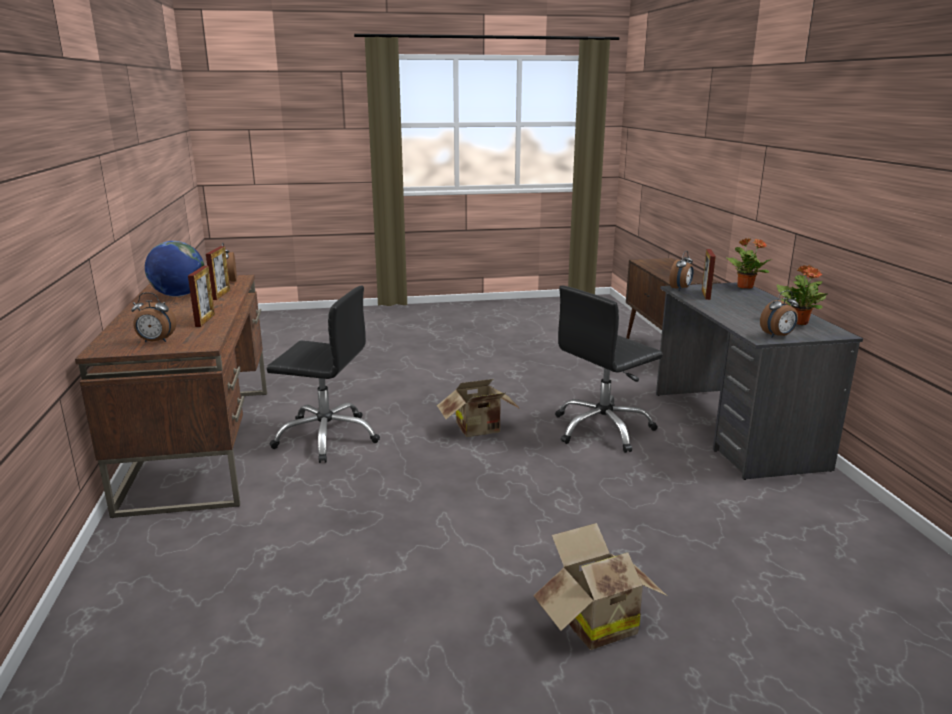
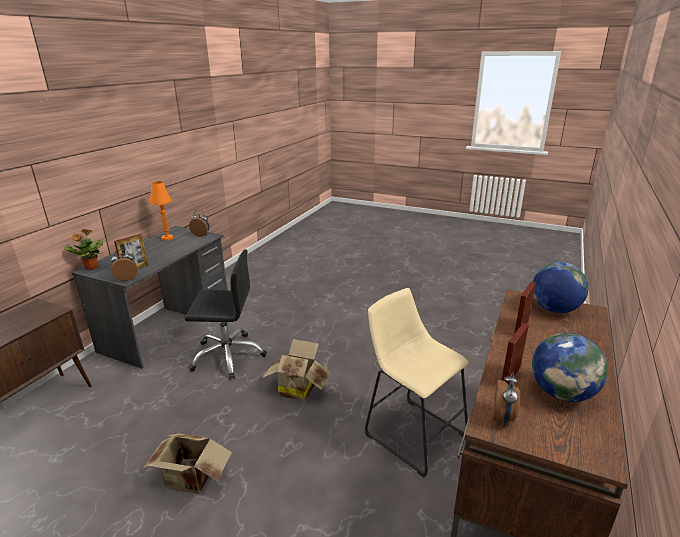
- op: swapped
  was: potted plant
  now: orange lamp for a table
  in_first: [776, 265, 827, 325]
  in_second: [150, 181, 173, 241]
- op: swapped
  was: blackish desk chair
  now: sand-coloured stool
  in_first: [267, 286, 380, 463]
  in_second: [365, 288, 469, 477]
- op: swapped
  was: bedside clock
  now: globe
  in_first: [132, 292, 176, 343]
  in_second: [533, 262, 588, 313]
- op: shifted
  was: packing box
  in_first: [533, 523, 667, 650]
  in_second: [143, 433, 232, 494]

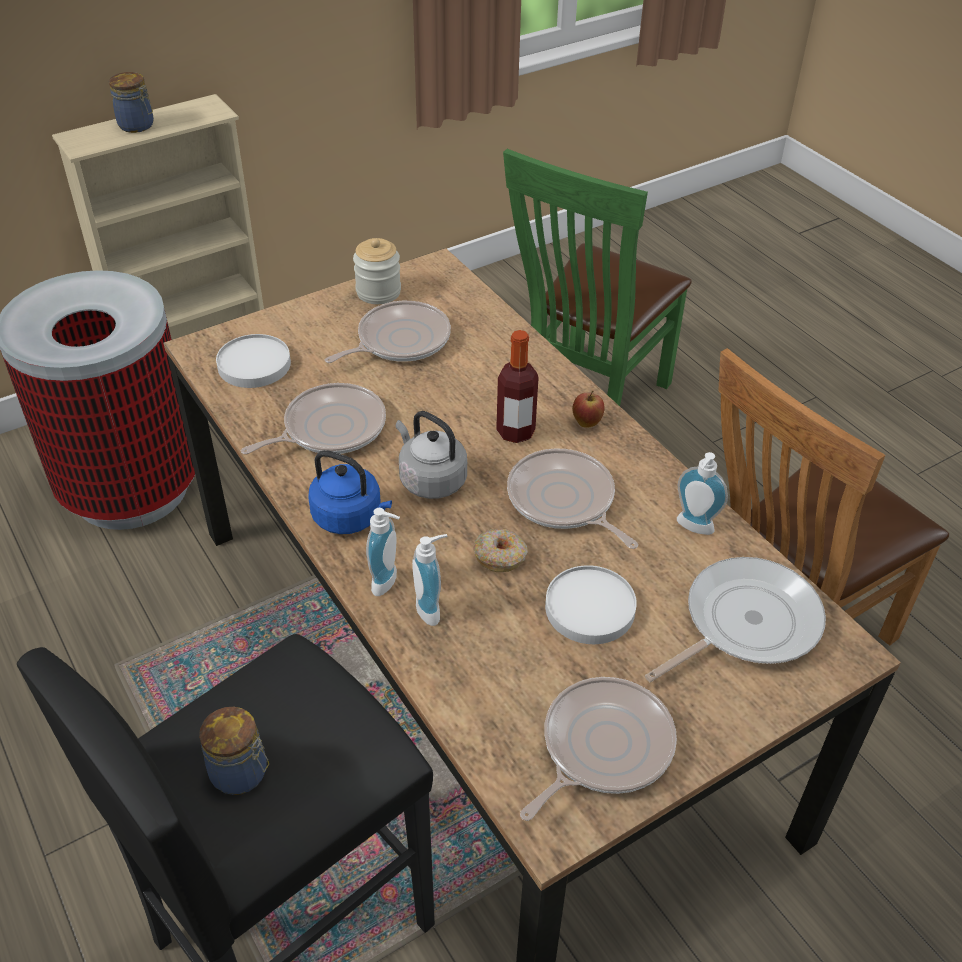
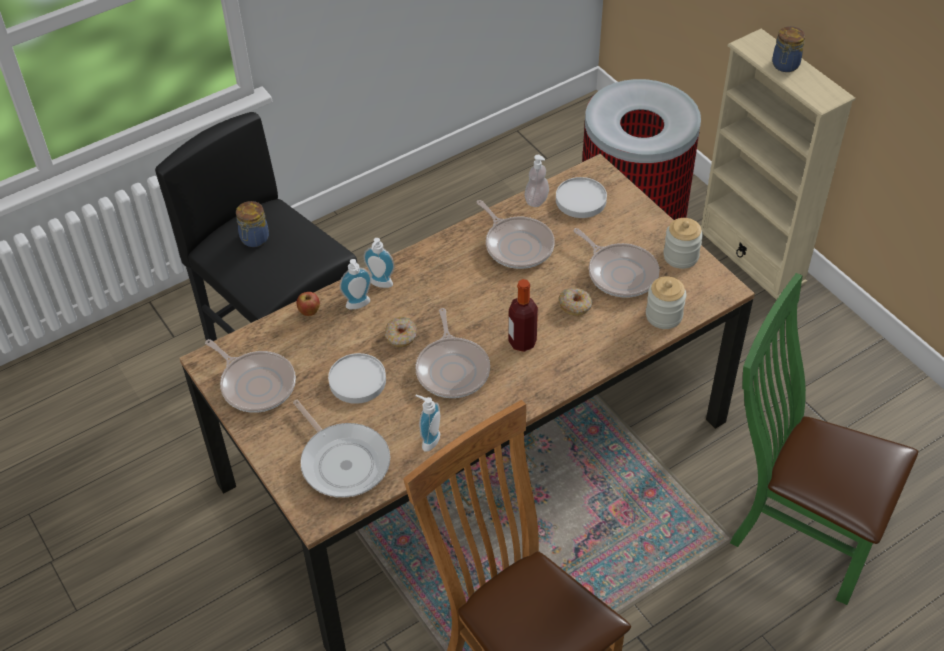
- op: shifted
  was: apple fruit
  in_first: [572, 391, 605, 428]
  in_second: [297, 292, 320, 316]
- op: gone
  was: gray tea kettle
  in_first: [396, 411, 467, 499]
- op: rotated
  was: pan
  in_first: [507, 448, 638, 549]
  in_second: [416, 308, 490, 398]
  clockwise: 120
- op: gone
  was: bluish tea kettle
  in_first: [308, 450, 392, 534]
- op: new
  now: soap dispenser
  in_second: [524, 155, 549, 207]
- op: new
  now: jar
  in_second: [646, 276, 686, 329]
- op: new
  now: doughnut
  in_second: [558, 288, 593, 316]

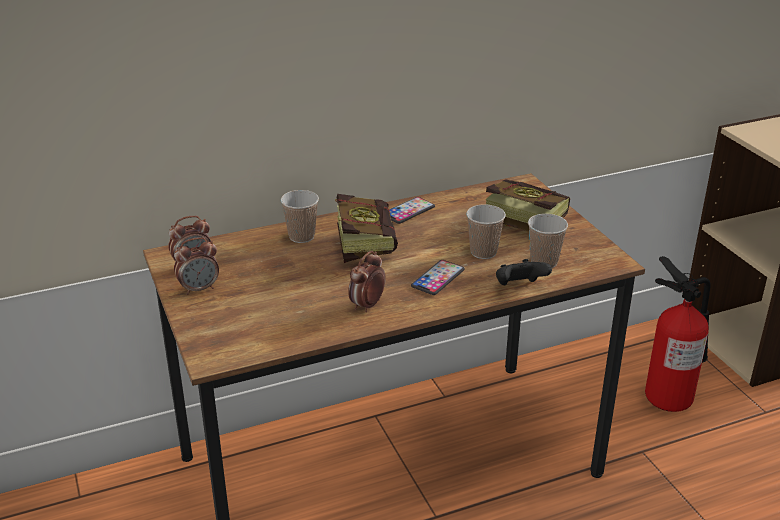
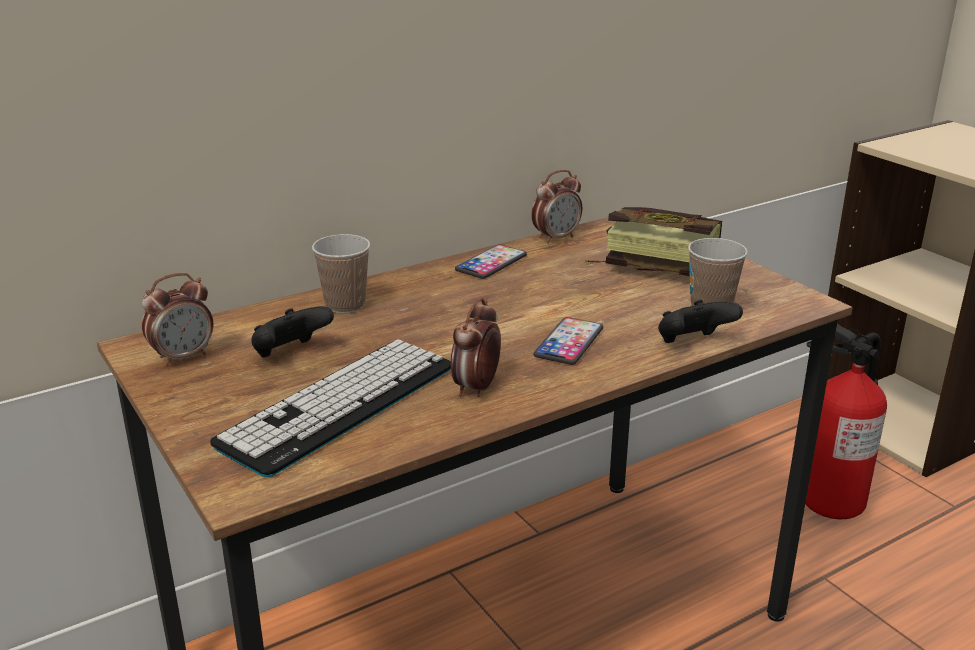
- op: gone
  was: book
  in_first: [335, 194, 398, 263]
- op: gone
  was: small cup
  in_first: [466, 204, 506, 259]
- op: shifted
  was: bedside clock
  in_first: [174, 237, 219, 295]
  in_second: [531, 170, 582, 244]
- op: new
  now: blackish joypad
  in_second: [252, 306, 334, 357]
- op: new
  now: PC keyboard
  in_second: [210, 339, 451, 477]

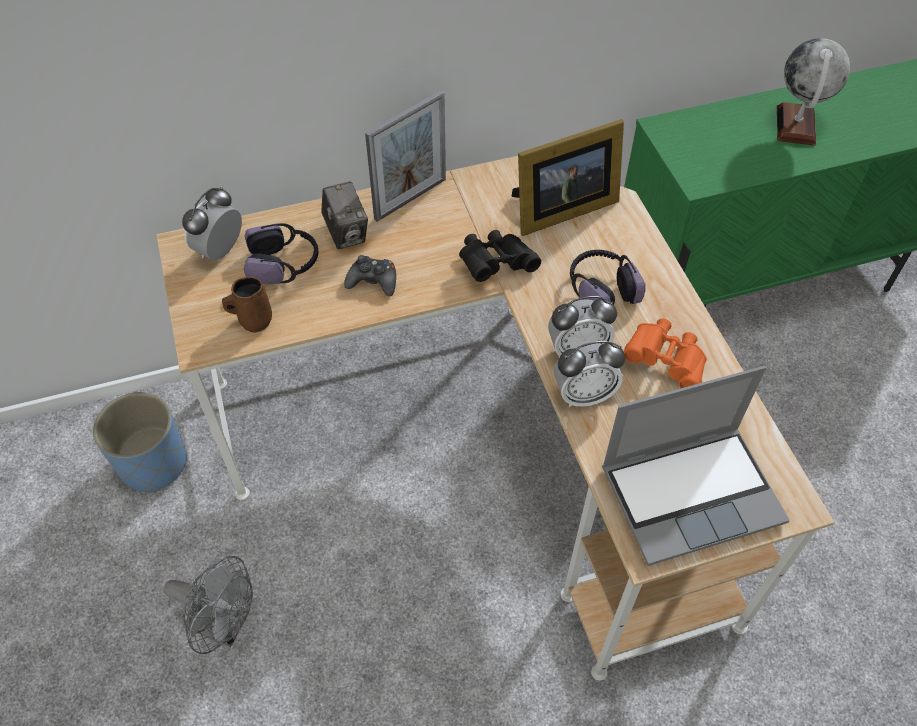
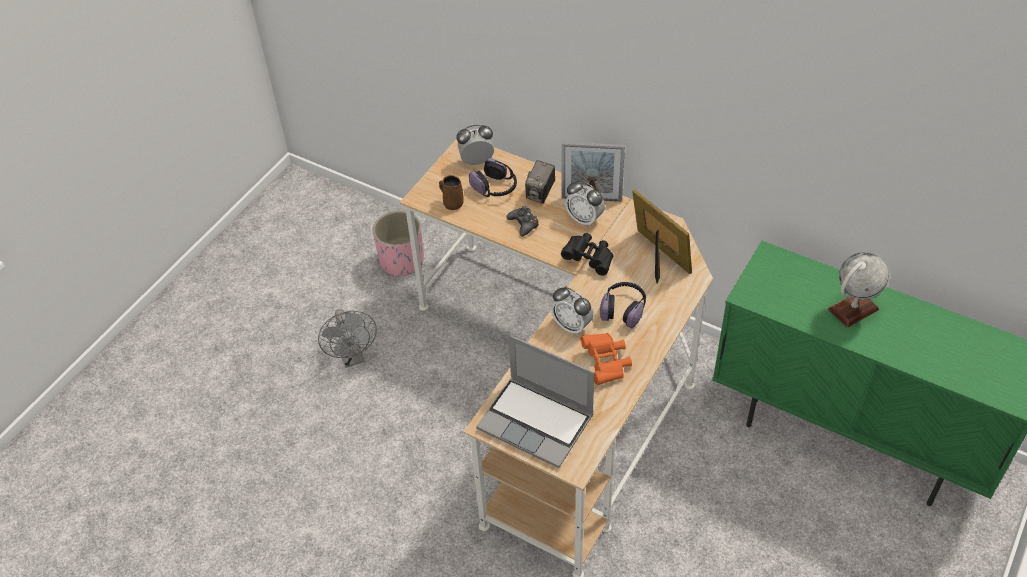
- op: rotated
  was: photo frame
  in_first: [512, 119, 624, 236]
  in_second: [632, 190, 692, 284]
  clockwise: -150
- op: shifted
  was: bedside clock
  in_first: [554, 341, 625, 407]
  in_second: [565, 180, 605, 227]
- op: repainted
  was: bluish flower pot
  now: pink-coloured flower pot
  in_first: [93, 392, 187, 493]
  in_second: [373, 211, 424, 276]

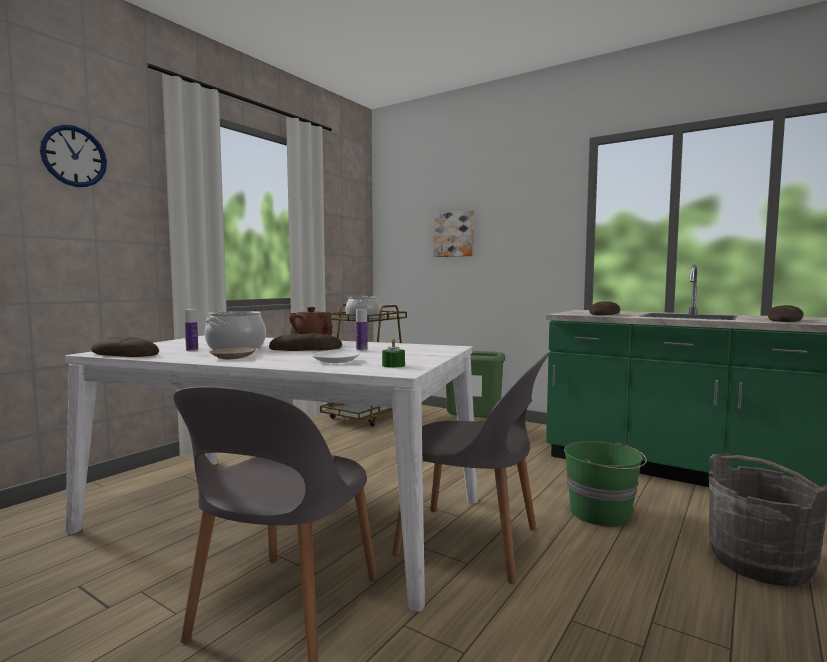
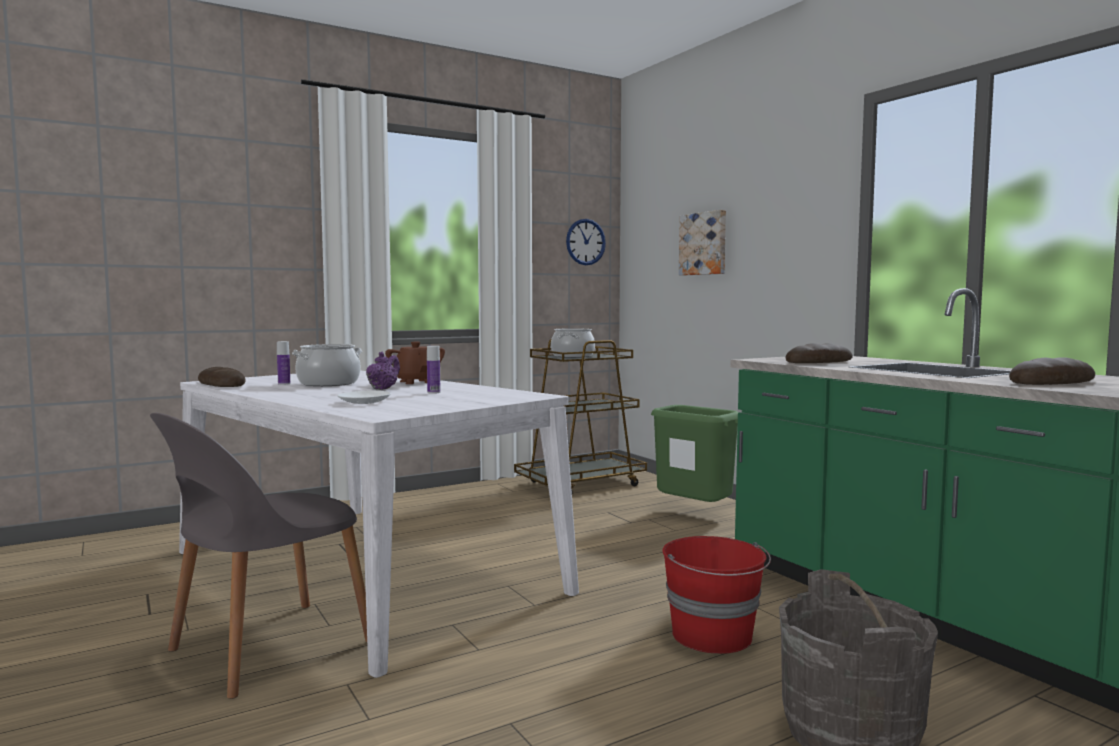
- op: shifted
  was: wall clock
  in_first: [40, 125, 107, 187]
  in_second: [566, 219, 606, 265]
- op: swapped
  was: bread
  now: purple tea pot
  in_first: [269, 333, 342, 351]
  in_second: [366, 352, 400, 390]
- op: gone
  was: green wax light
  in_first: [382, 338, 405, 368]
- op: gone
  was: sand-coloured dinner plate
  in_first: [209, 348, 256, 360]
- op: gone
  was: gray chair
  in_first: [392, 353, 550, 584]
- op: repainted
  was: green bucket
  now: red bucket
  in_first: [564, 441, 647, 527]
  in_second: [662, 536, 771, 654]

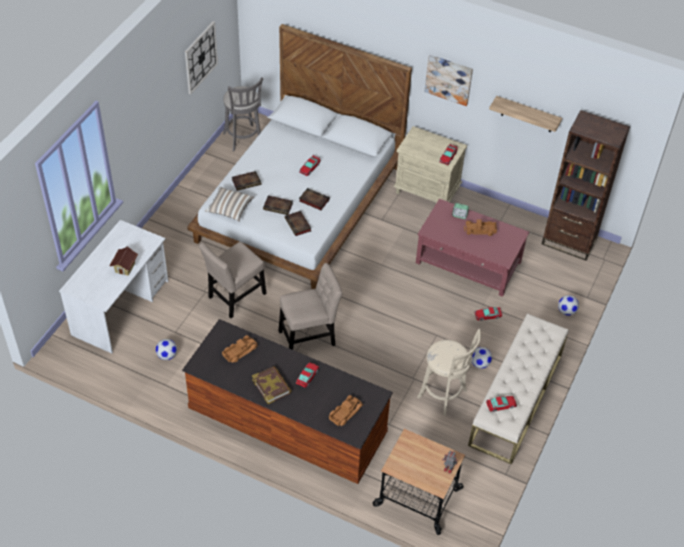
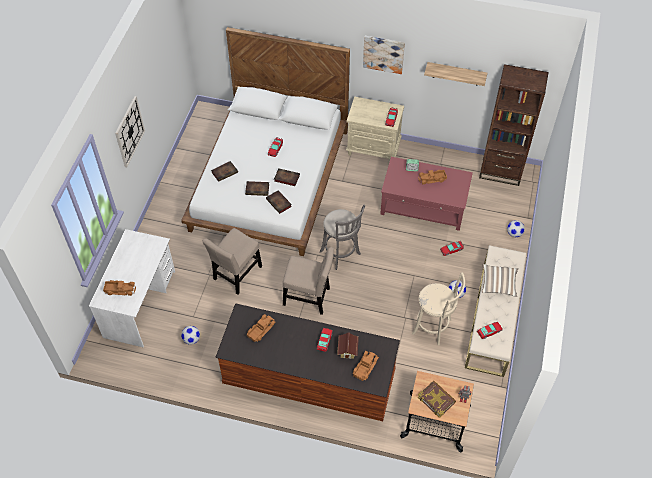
- op: shifted
  was: wall clock
  in_first: [185, 21, 218, 94]
  in_second: [115, 96, 145, 167]
- op: shifted
  was: gray stool
  in_first: [223, 77, 263, 151]
  in_second: [320, 205, 365, 270]
- op: shifted
  was: pillow
  in_first: [205, 187, 254, 222]
  in_second: [482, 264, 518, 297]
- op: shifted
  was: miniature house
  in_first: [109, 247, 138, 276]
  in_second: [337, 333, 359, 359]
- op: rotated
  was: sand-coloured chair
  in_first: [279, 263, 343, 350]
  in_second: [283, 247, 334, 315]
  clockwise: 45
- op: shifted
  was: book
  in_first: [252, 366, 291, 404]
  in_second: [418, 381, 456, 418]
- op: new
  now: toy lorry
  in_second: [103, 280, 136, 296]

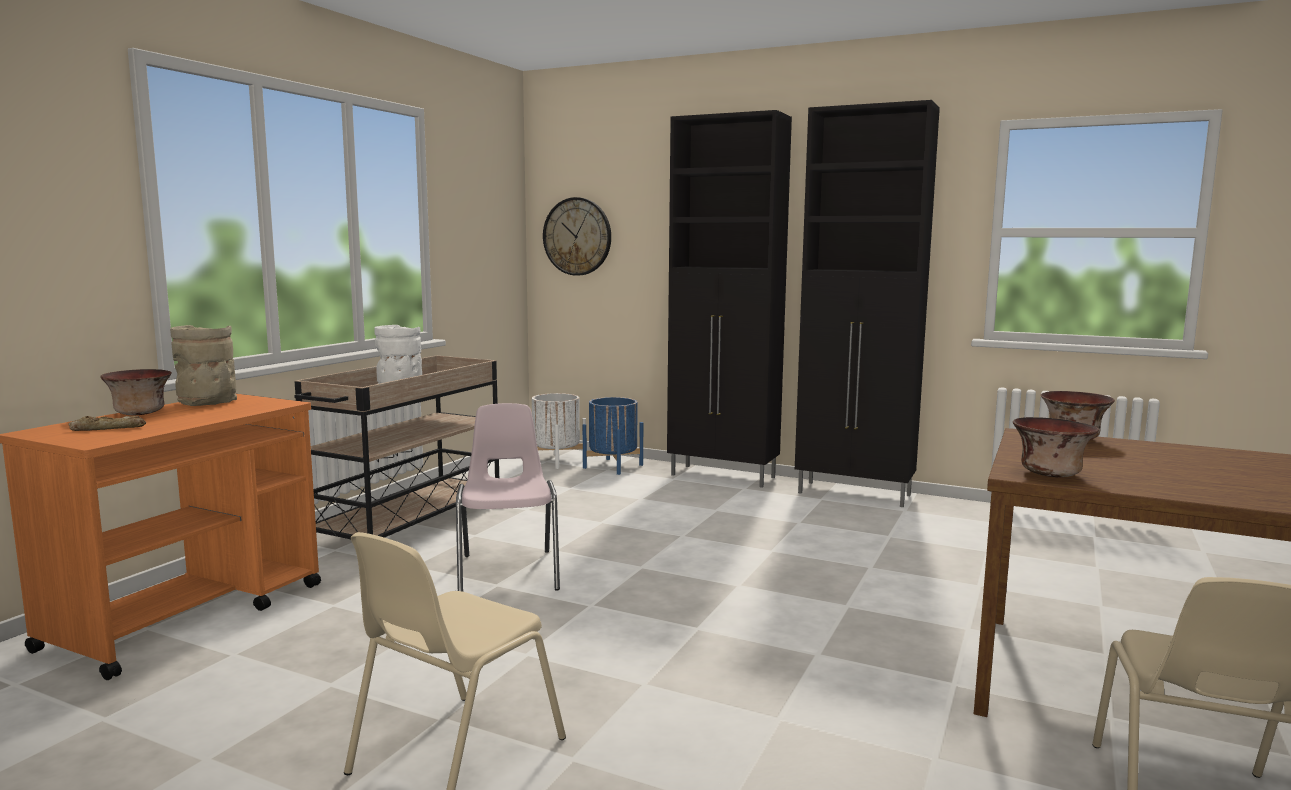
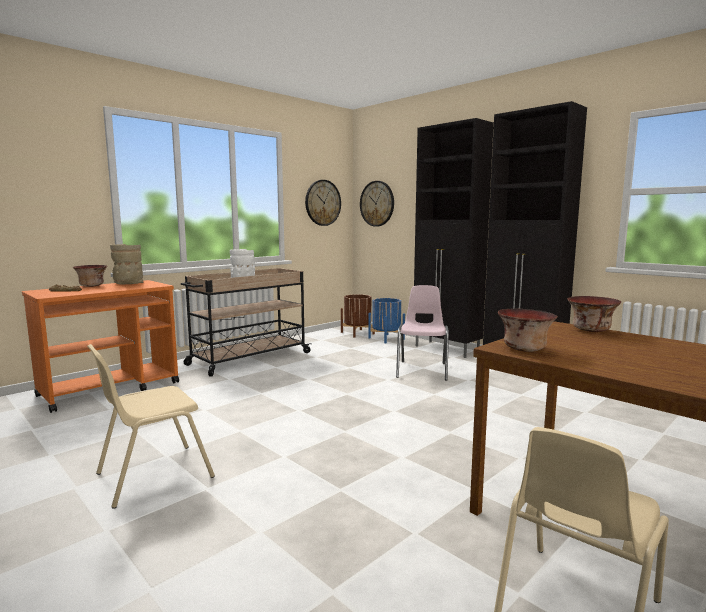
- op: repainted
  was: white flower pot
  now: brownish flower pot
  in_first: [532, 393, 586, 469]
  in_second: [341, 294, 375, 337]
- op: shifted
  was: pink-coloured chair
  in_first: [456, 403, 560, 592]
  in_second: [396, 285, 449, 380]
- op: new
  now: wall clock
  in_second: [305, 180, 341, 226]

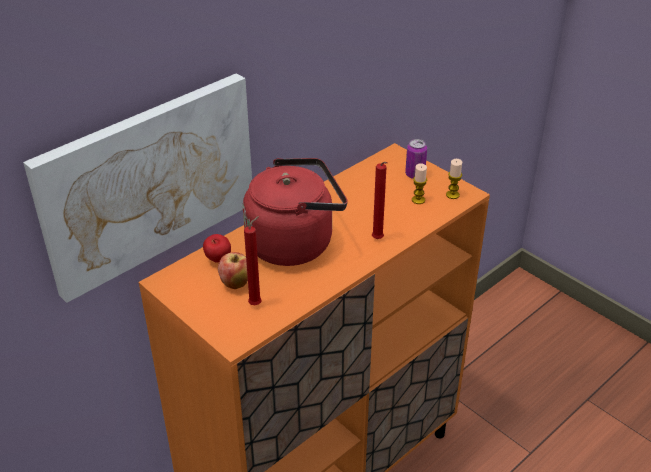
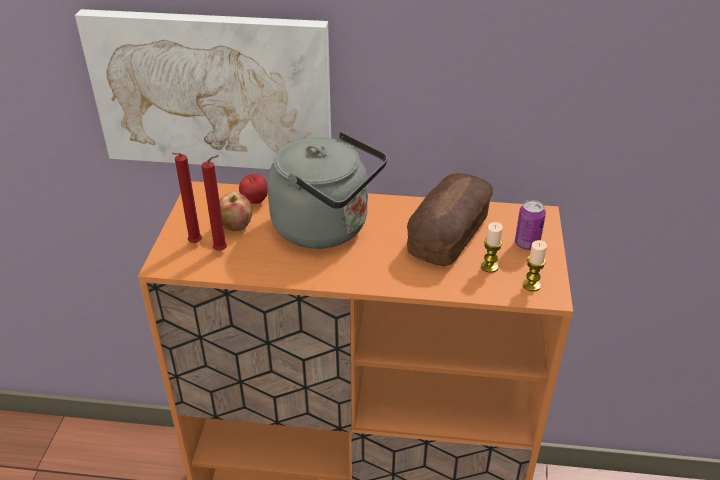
- op: repainted
  was: red tea kettle
  now: gray tea kettle
  in_first: [243, 158, 347, 266]
  in_second: [267, 132, 387, 249]
- op: shifted
  was: red wax light
  in_first: [372, 162, 388, 239]
  in_second: [172, 153, 202, 243]
- op: new
  now: bread
  in_second: [407, 173, 493, 267]

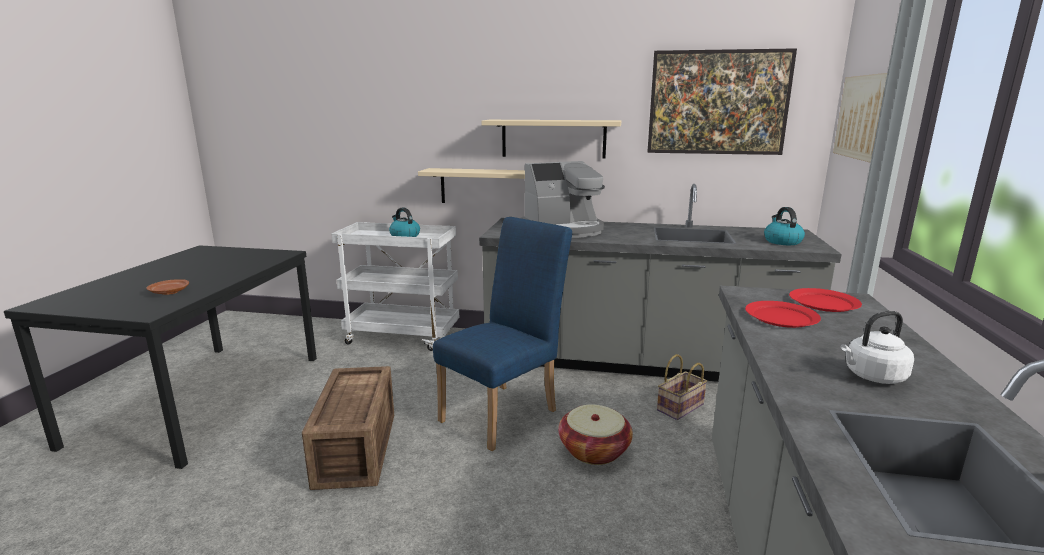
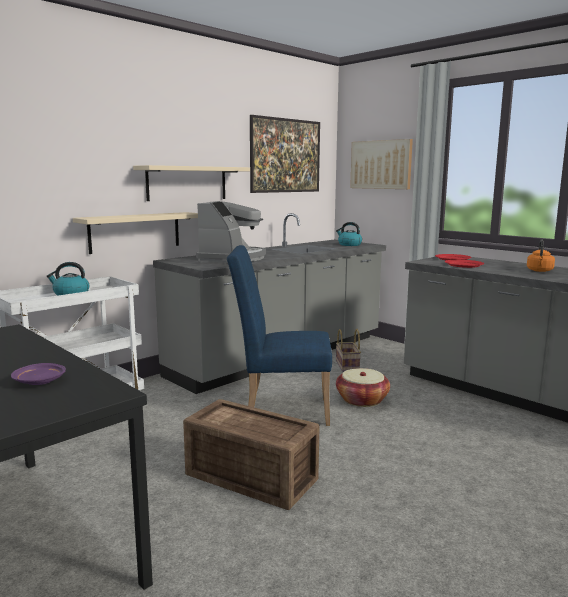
- op: rotated
  was: bluish chair
  in_first: [433, 217, 572, 451]
  in_second: [227, 245, 332, 426]
  clockwise: -75
- op: repainted
  was: brownish dinner plate
  now: purple dinner plate
  in_first: [146, 279, 189, 295]
  in_second: [11, 363, 66, 385]
- op: repainted
  was: white tea kettle
  now: orange tea kettle
  in_first: [841, 311, 914, 384]
  in_second: [527, 239, 555, 272]

